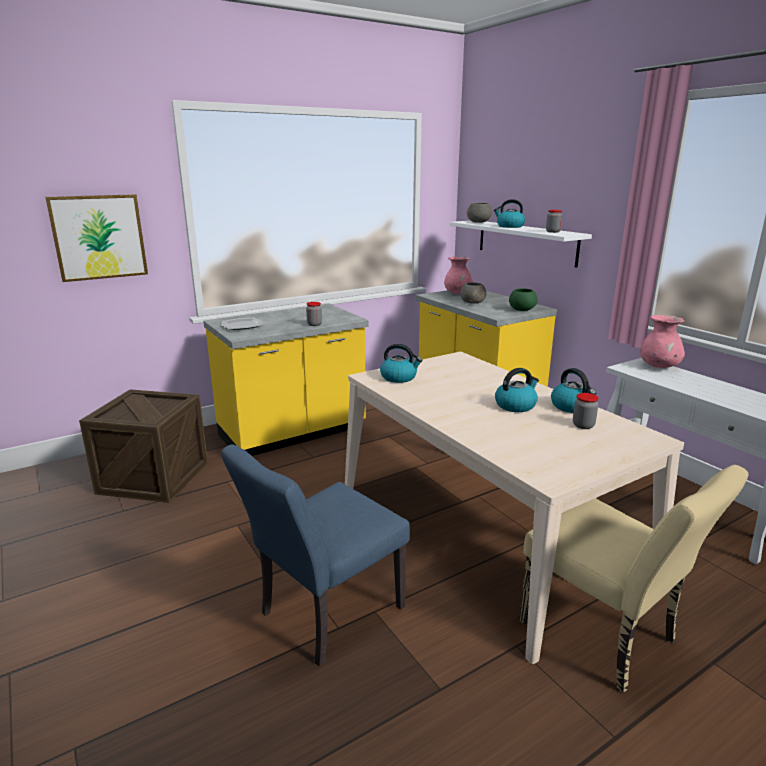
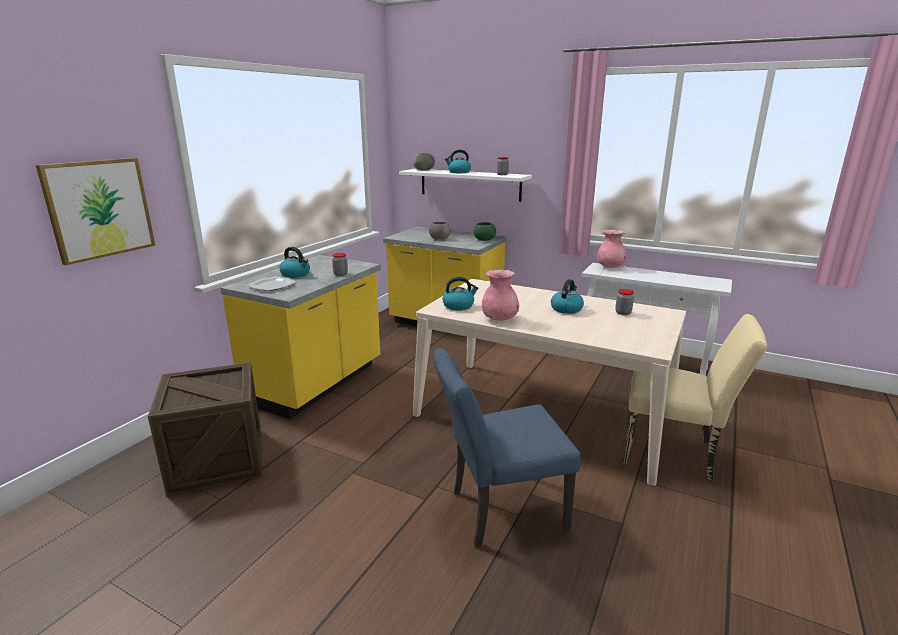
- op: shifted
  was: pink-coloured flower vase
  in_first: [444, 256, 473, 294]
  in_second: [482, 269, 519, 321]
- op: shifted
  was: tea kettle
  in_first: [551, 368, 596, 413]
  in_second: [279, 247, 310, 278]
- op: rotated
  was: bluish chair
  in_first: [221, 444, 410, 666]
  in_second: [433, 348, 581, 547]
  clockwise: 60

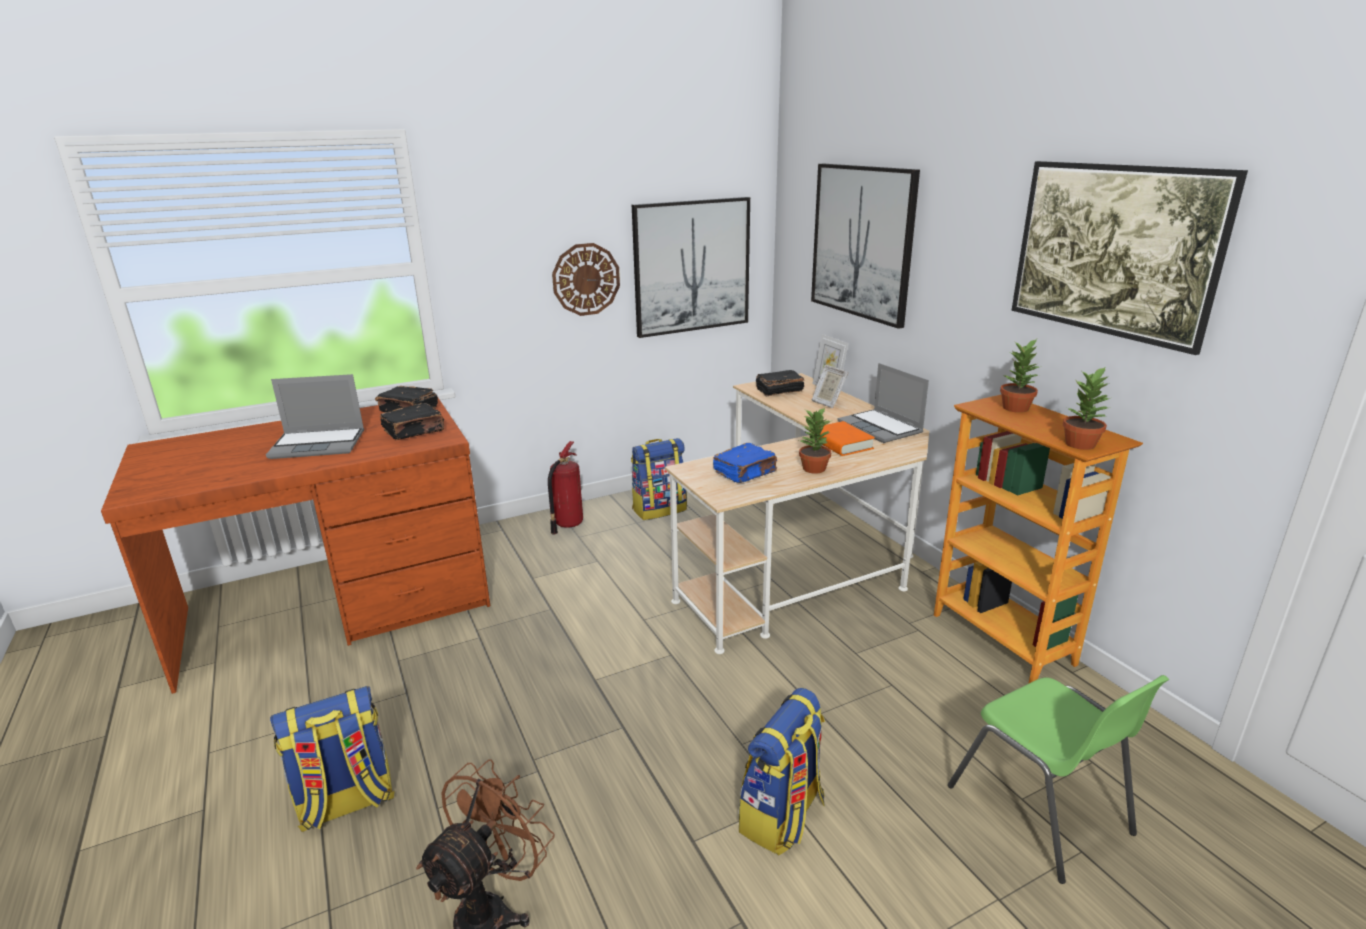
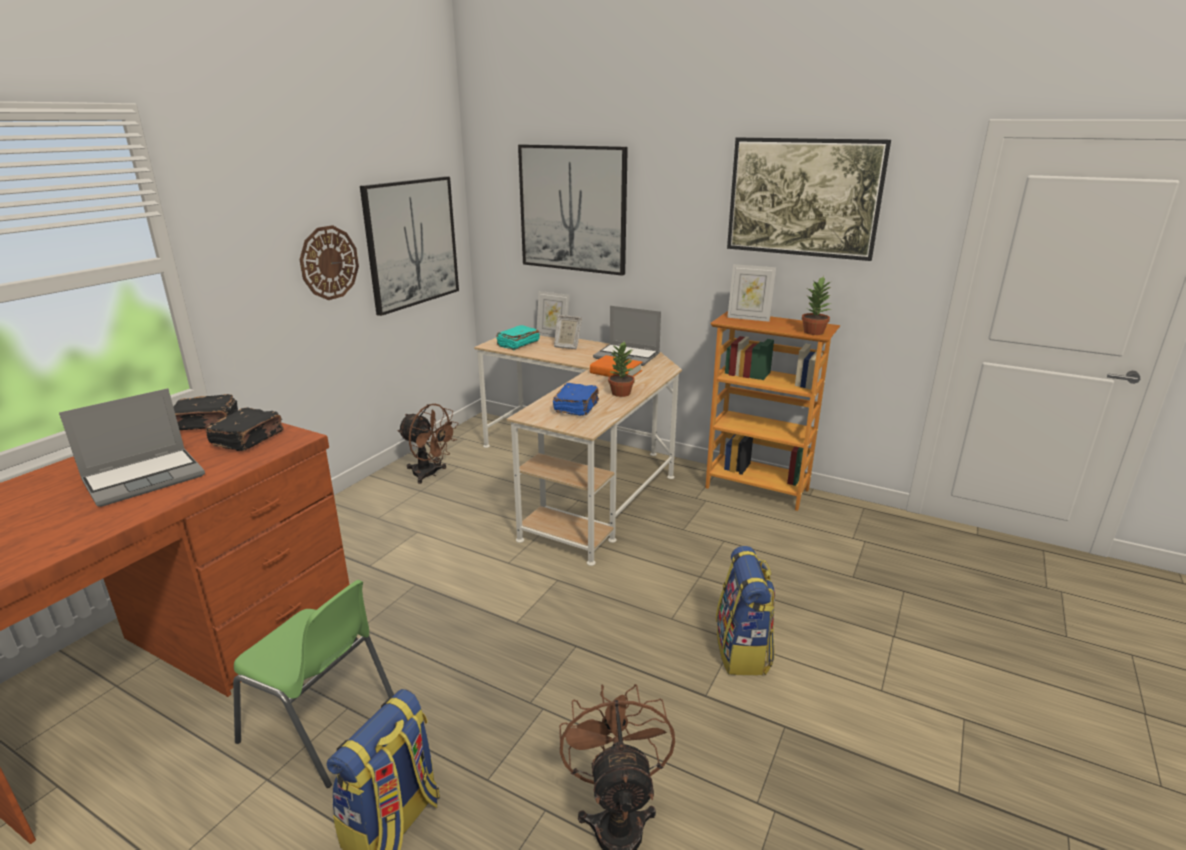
- op: swapped
  was: potted plant
  now: photo frame
  in_first: [1000, 339, 1039, 413]
  in_second: [727, 264, 776, 322]
- op: repainted
  was: blackish book
  now: turquoise book
  in_first: [756, 370, 804, 397]
  in_second: [496, 325, 540, 350]
- op: swapped
  was: backpack
  now: brownish cooling fan
  in_first: [631, 438, 687, 520]
  in_second: [397, 404, 459, 484]
- op: gone
  was: extinguisher
  in_first: [548, 441, 583, 534]
- op: shifted
  was: green chair
  in_first: [948, 675, 1169, 884]
  in_second: [233, 580, 394, 788]

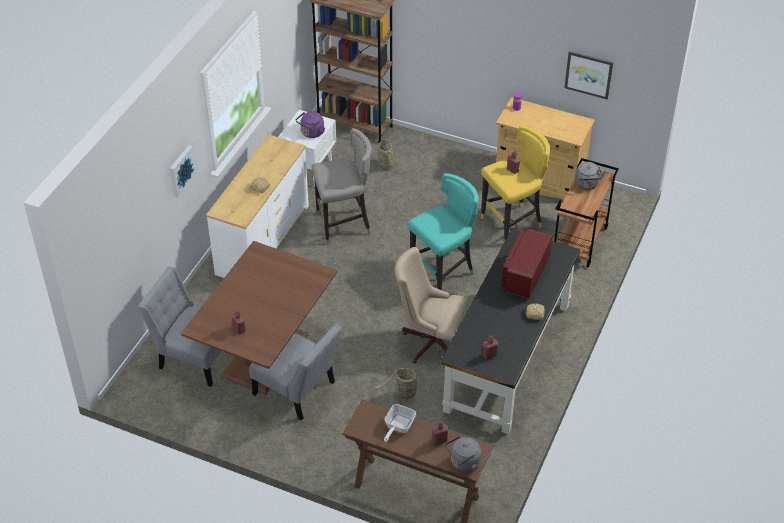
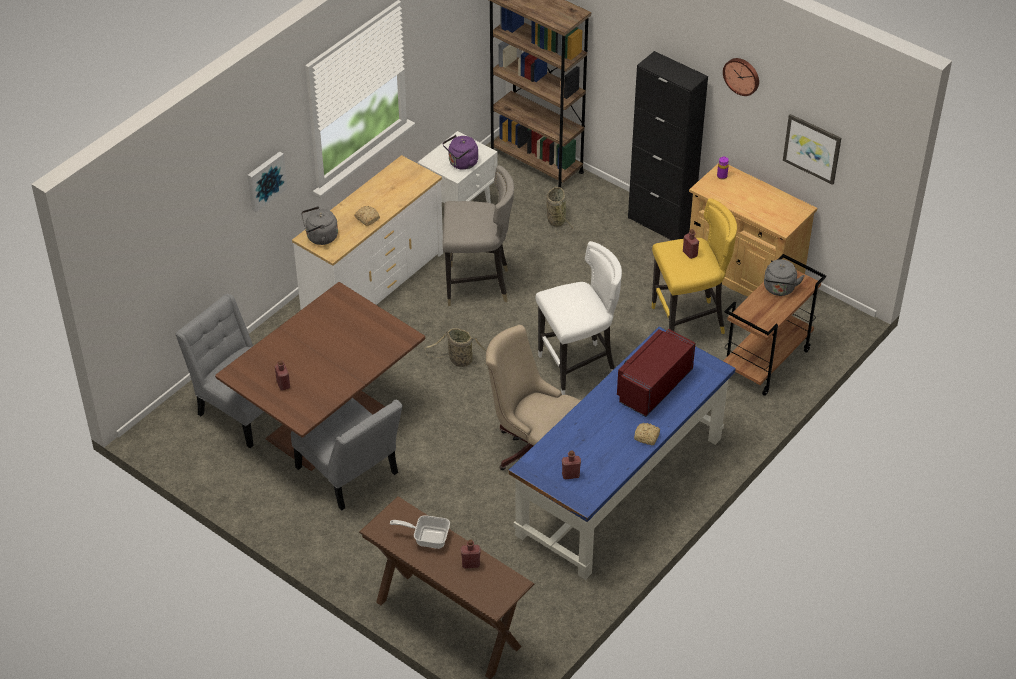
- op: repainted
  was: turquoise stool
  now: white stool
  in_first: [408, 173, 479, 290]
  in_second: [535, 241, 622, 395]
- op: repainted
  was: blackish desk table
  now: bluish desk table
  in_first: [440, 229, 580, 434]
  in_second: [508, 327, 736, 580]
- op: shifted
  was: basket
  in_first: [374, 368, 428, 399]
  in_second: [425, 328, 486, 367]
- op: rotated
  was: pan
  in_first: [384, 404, 416, 442]
  in_second: [390, 515, 450, 549]
  clockwise: 60
- op: shifted
  was: gray tea kettle
  in_first: [446, 436, 481, 472]
  in_second: [301, 206, 338, 245]
- op: new
  now: blackish cabinet
  in_second: [628, 51, 708, 240]
- op: new
  now: wall clock
  in_second: [723, 58, 759, 96]

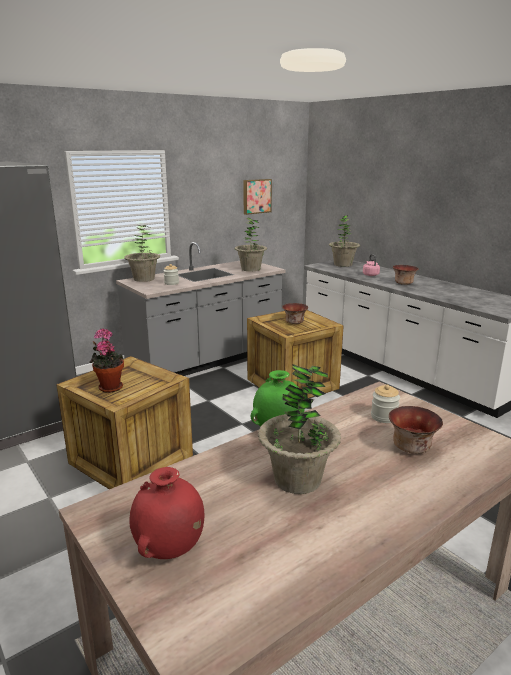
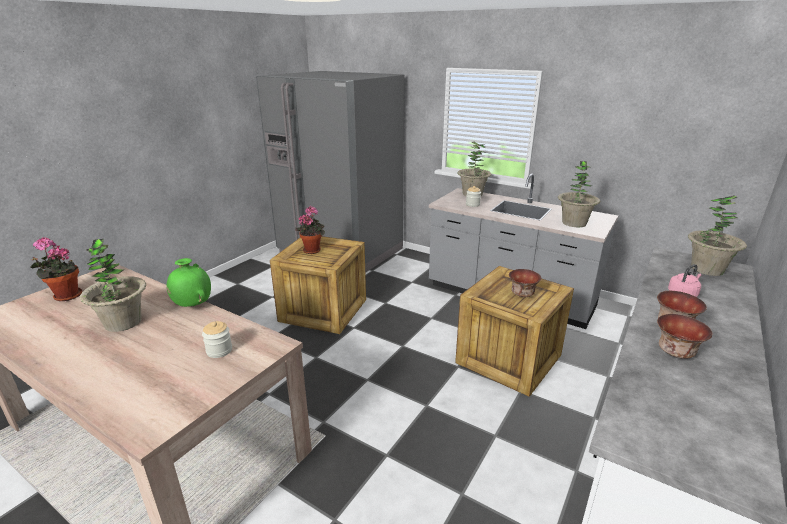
- op: gone
  was: wall art
  in_first: [243, 179, 272, 215]
- op: shifted
  was: bowl
  in_first: [389, 406, 443, 454]
  in_second: [657, 314, 712, 359]
- op: swapped
  was: red flower vase
  now: potted plant
  in_first: [129, 467, 204, 559]
  in_second: [30, 237, 83, 301]

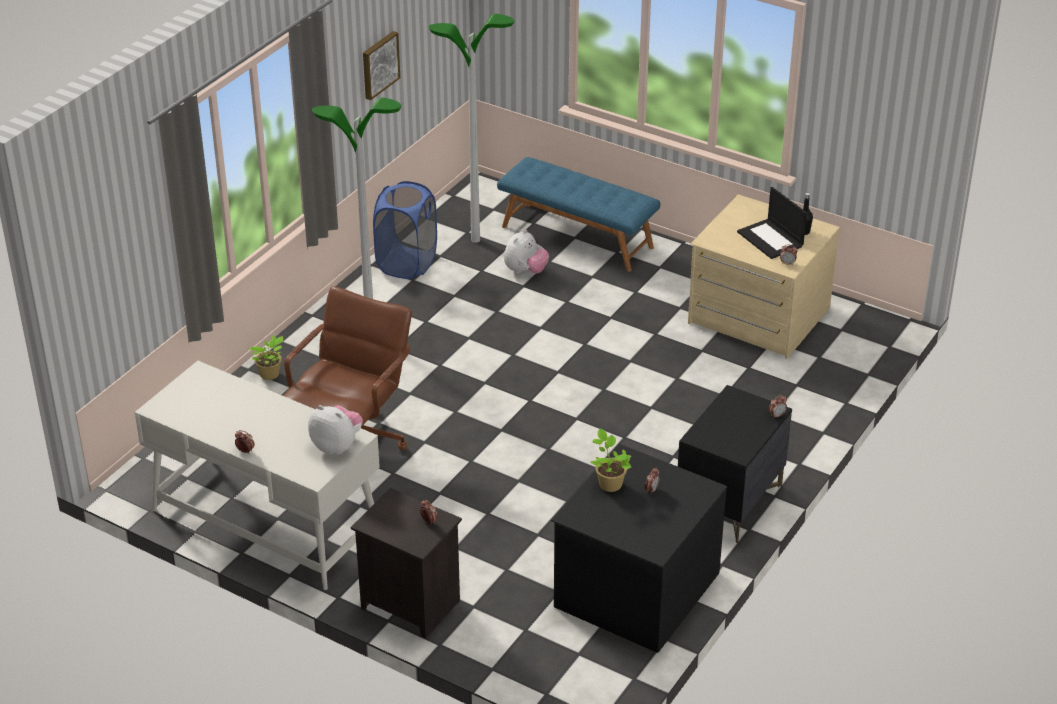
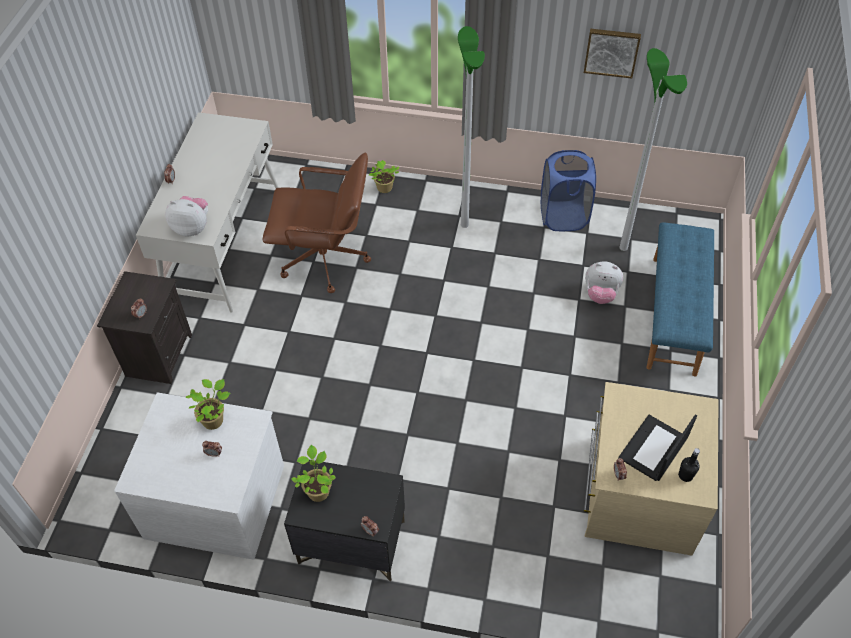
- op: rotated
  was: cuddly toy
  in_first: [308, 405, 363, 455]
  in_second: [165, 196, 208, 236]
  clockwise: -90
- op: repainted
  was: blackish chest of drawers
  now: white chest of drawers
  in_first: [551, 444, 727, 653]
  in_second: [114, 392, 284, 560]
- op: new
  now: potted plant
  in_second: [291, 445, 336, 502]

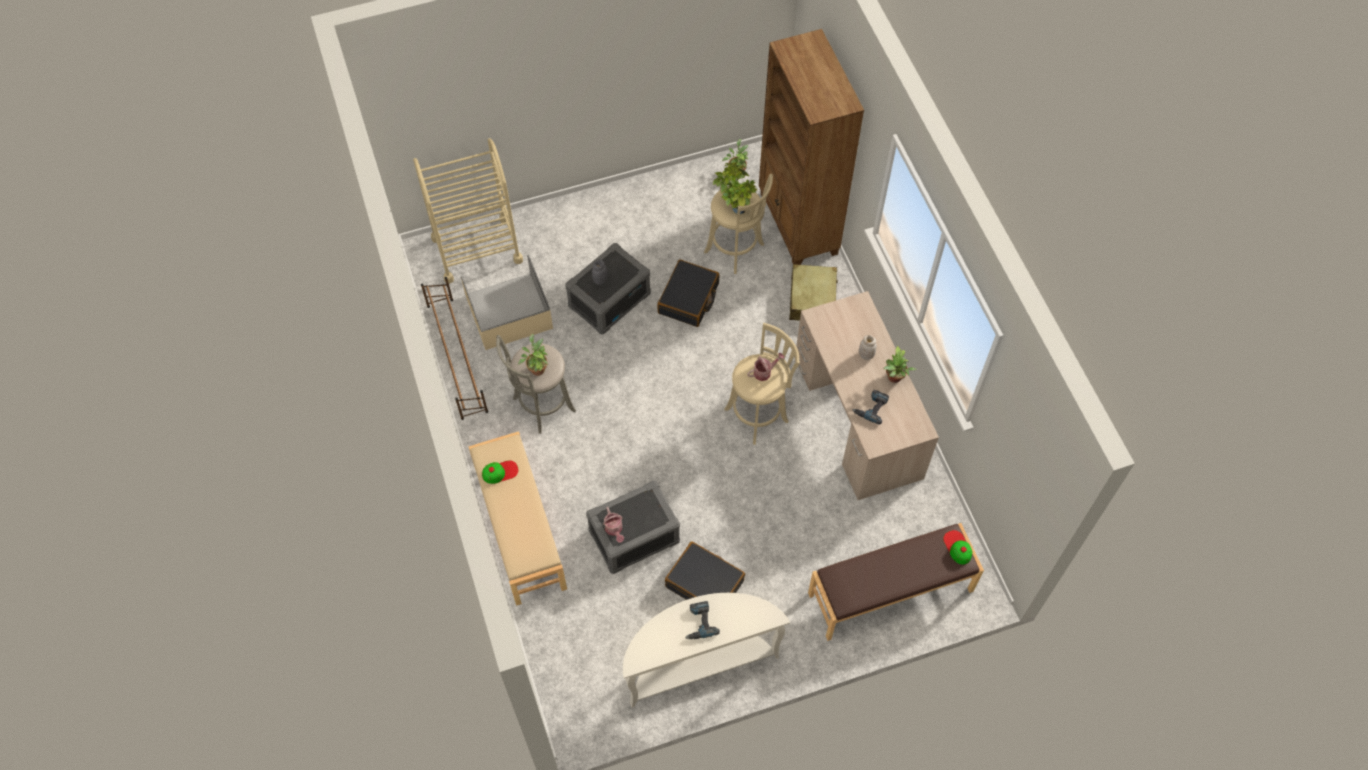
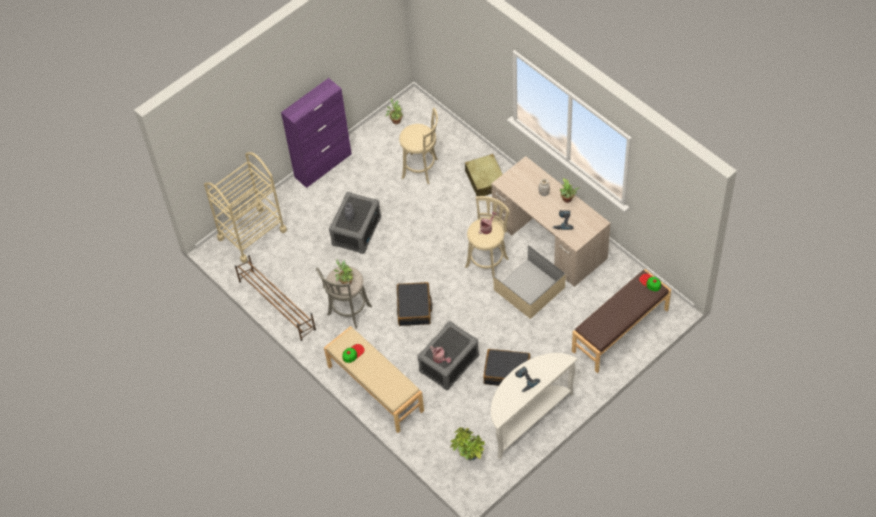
- op: gone
  was: brownish shelving unit
  in_first: [759, 29, 864, 265]
- op: shifted
  was: potted plant
  in_first: [712, 162, 757, 214]
  in_second: [450, 427, 486, 460]
- op: shifted
  was: sand-coloured storage box
  in_first: [461, 255, 553, 350]
  in_second: [493, 245, 566, 319]
- op: shifted
  was: blackish piece of luggage
  in_first: [657, 259, 719, 327]
  in_second: [397, 282, 432, 326]
- op: new
  now: purple cabinet
  in_second: [281, 78, 352, 188]

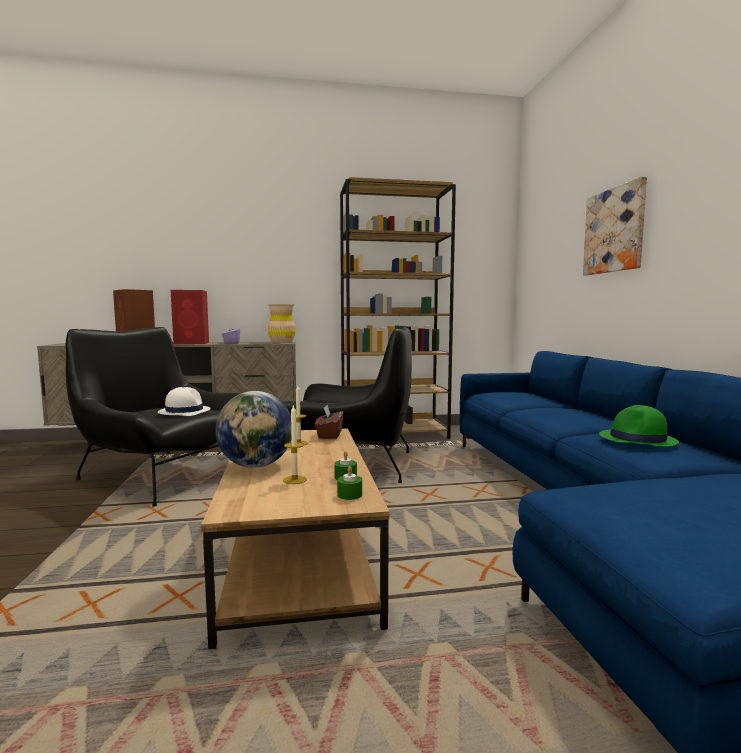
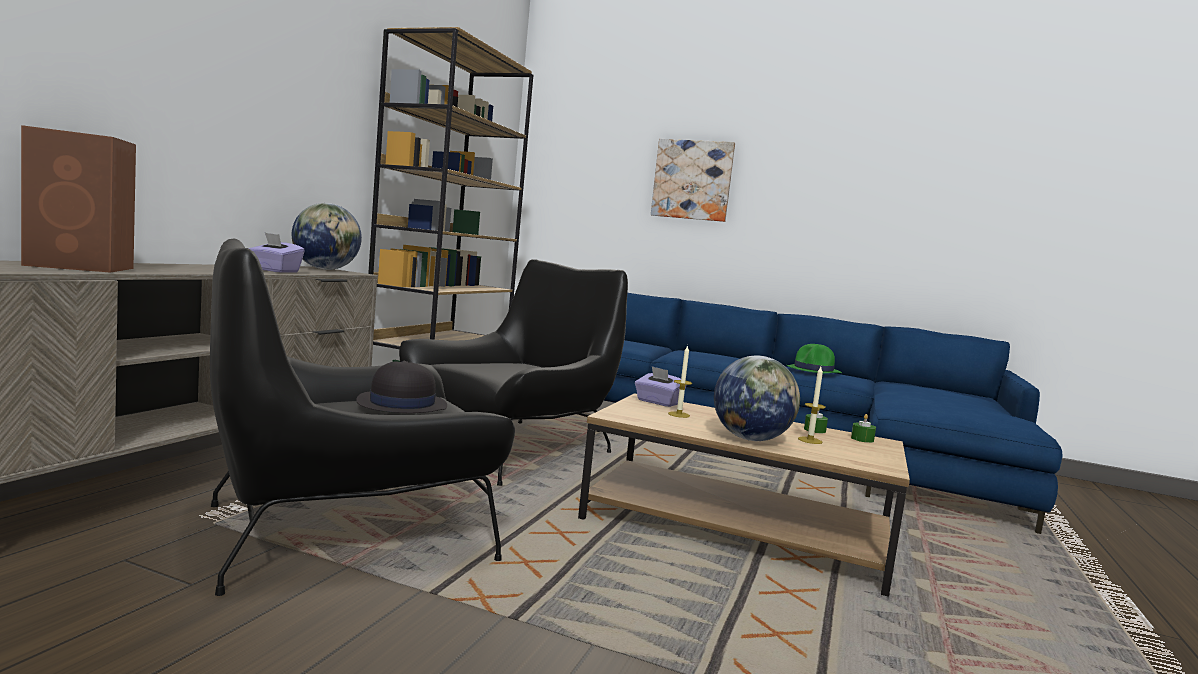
- op: gone
  was: red speaker
  in_first: [171, 290, 209, 344]
- op: swapped
  was: sand-coloured flower vase
  now: globe
  in_first: [268, 304, 296, 343]
  in_second: [292, 203, 362, 270]
- op: repainted
  was: white clothing hat
  now: blackish clothing hat
  in_first: [158, 387, 211, 416]
  in_second: [356, 361, 447, 413]
- op: repainted
  was: brownish box of tissues
  now: purple box of tissues
  in_first: [315, 405, 343, 439]
  in_second: [635, 366, 687, 407]

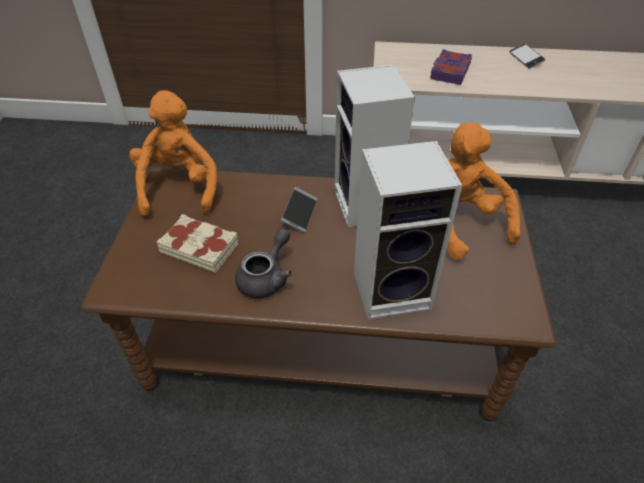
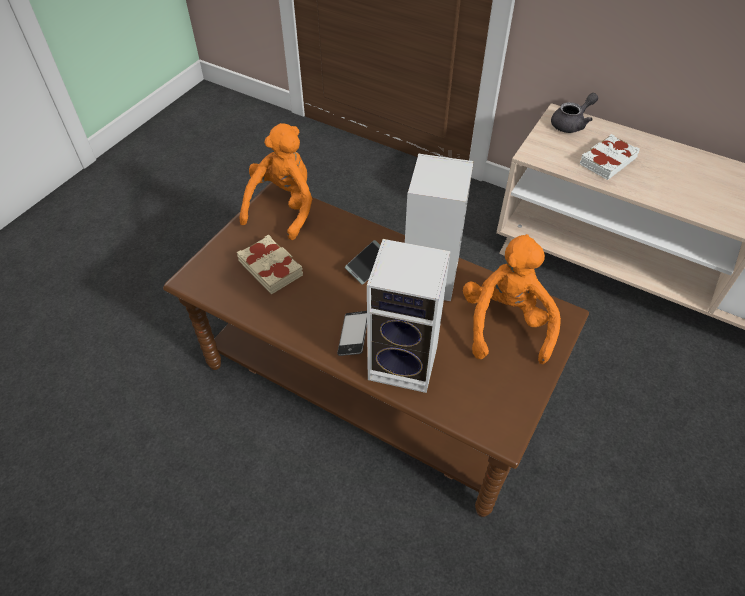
- op: shifted
  was: telephone
  in_first: [509, 44, 545, 68]
  in_second: [337, 311, 367, 356]
- op: repainted
  was: purple book
  now: white book
  in_first: [430, 49, 472, 85]
  in_second: [580, 134, 640, 180]
- op: shifted
  was: gray tea pot
  in_first: [235, 228, 292, 298]
  in_second: [551, 93, 598, 133]

